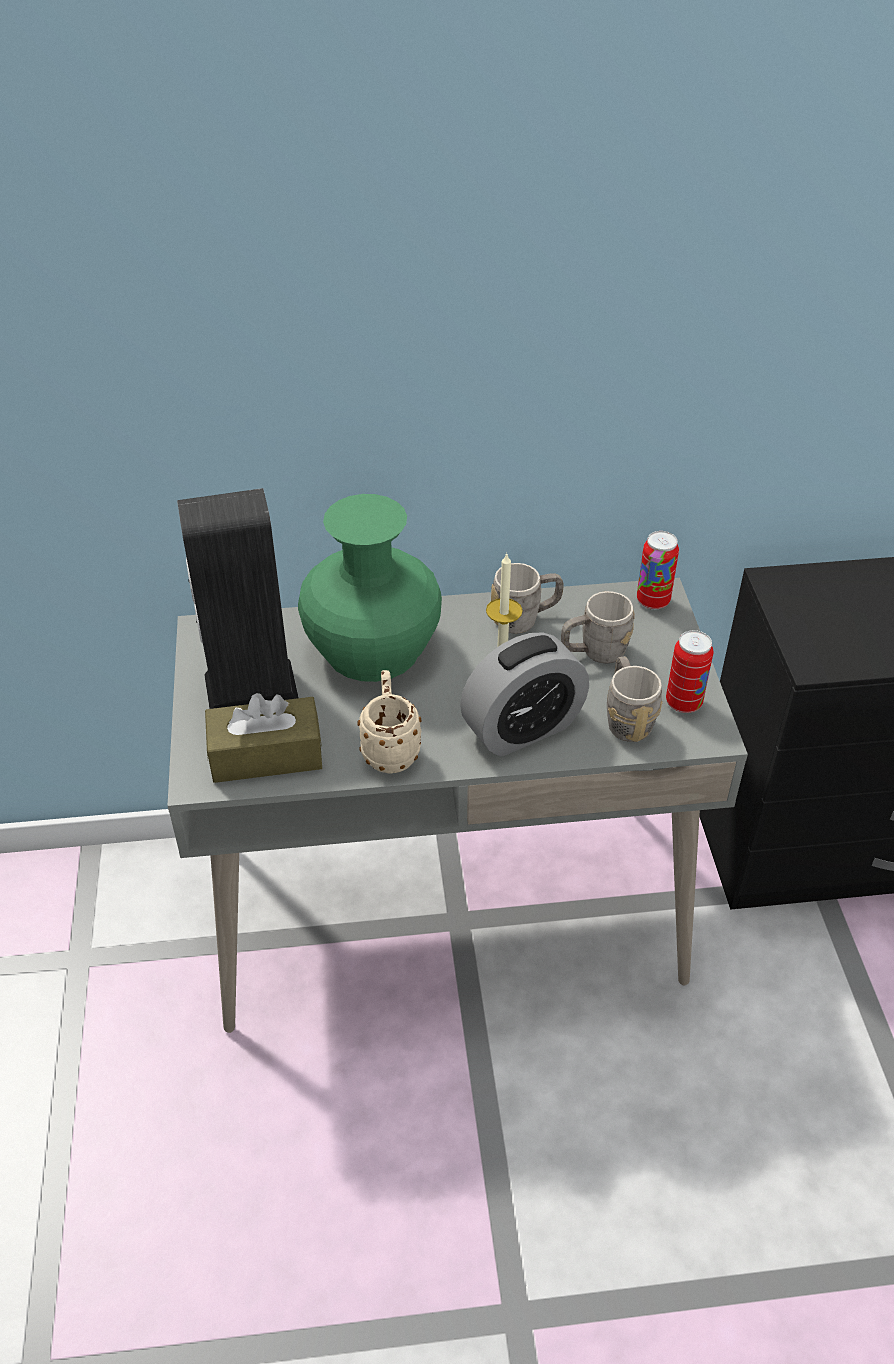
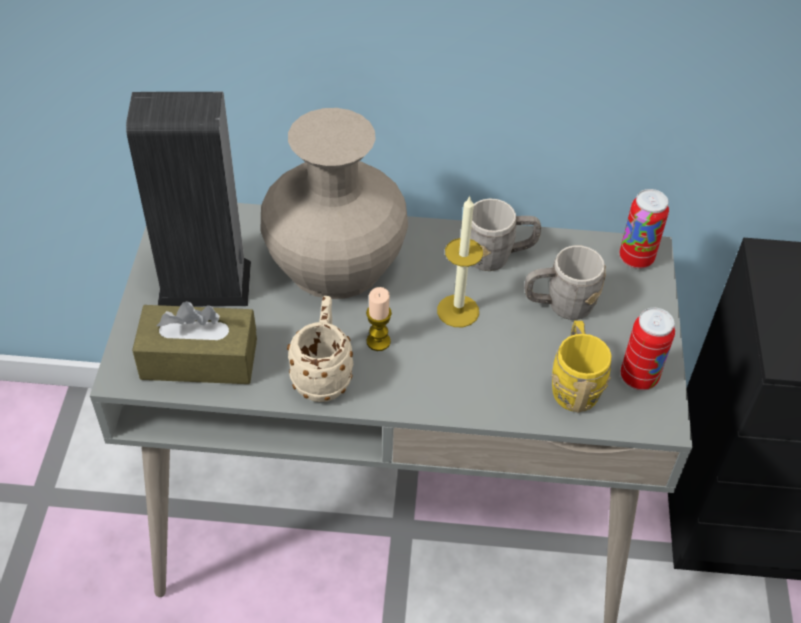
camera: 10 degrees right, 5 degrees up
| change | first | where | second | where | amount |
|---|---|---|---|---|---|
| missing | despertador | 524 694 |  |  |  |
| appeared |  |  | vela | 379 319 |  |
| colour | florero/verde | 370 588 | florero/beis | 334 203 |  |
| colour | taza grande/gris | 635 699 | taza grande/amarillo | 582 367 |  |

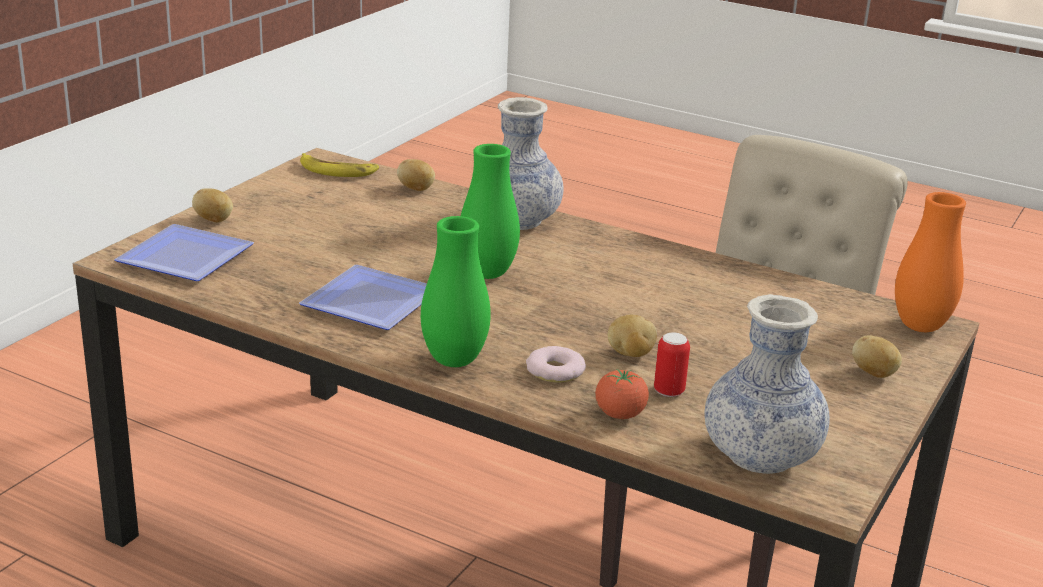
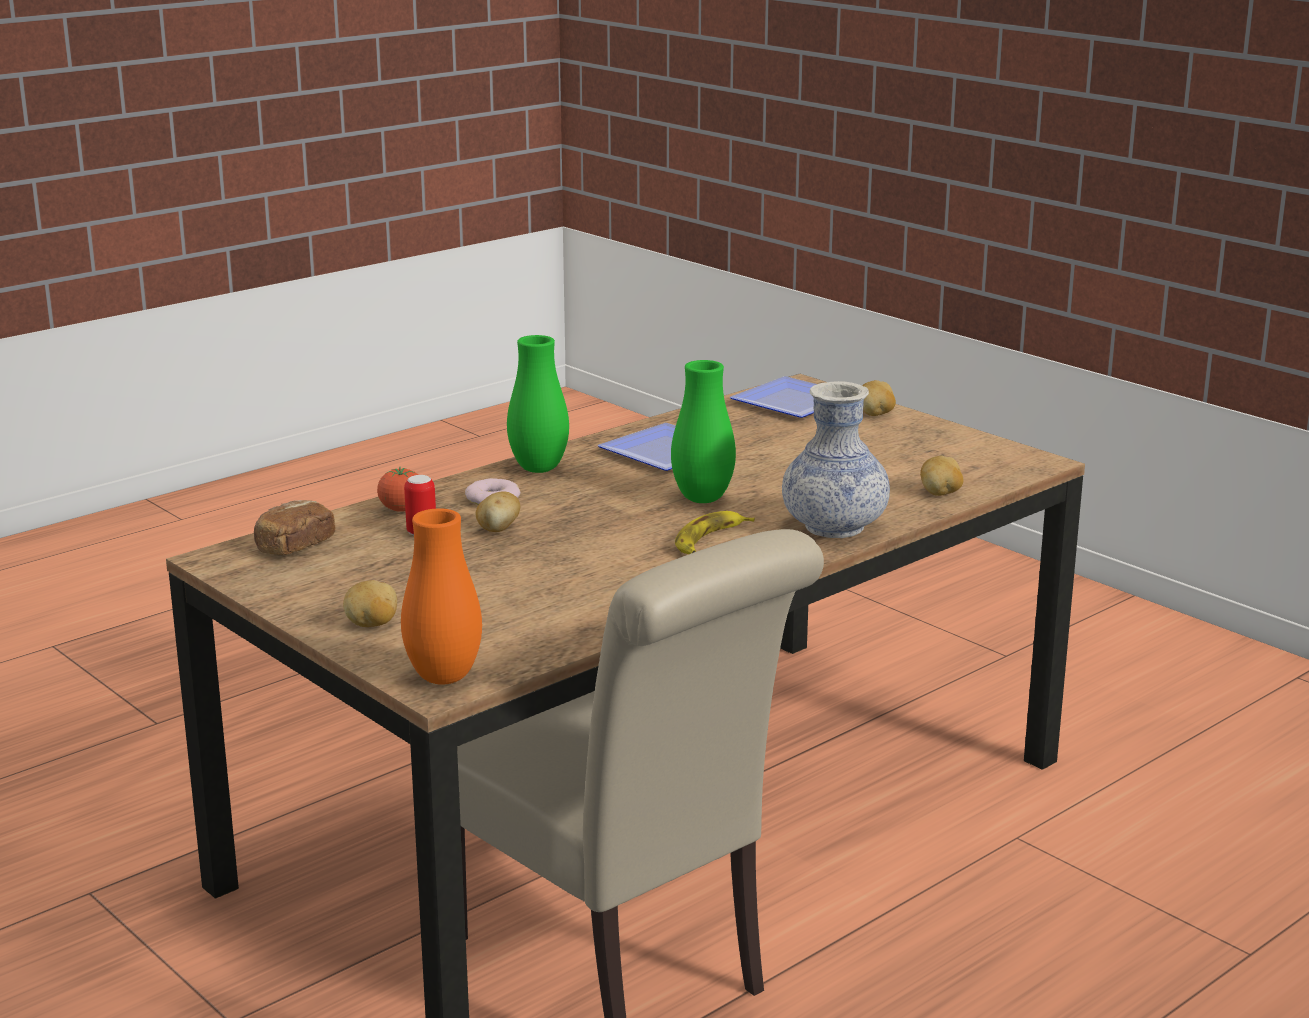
camera: 110 degrees right, 5 degrees down
| change | first | where | second | where | amount |
|---|---|---|---|---|---|
| relocated | plátano | 339 165 |  | 715 532 |  |
| exchanged | florero | 767 384 | pan | 294 527 |  |

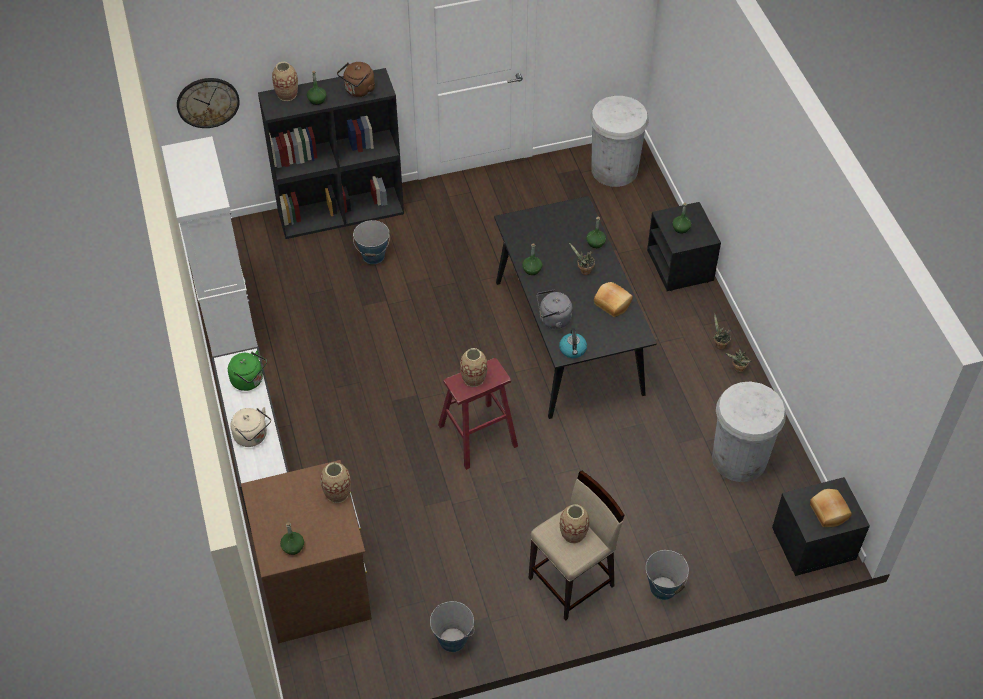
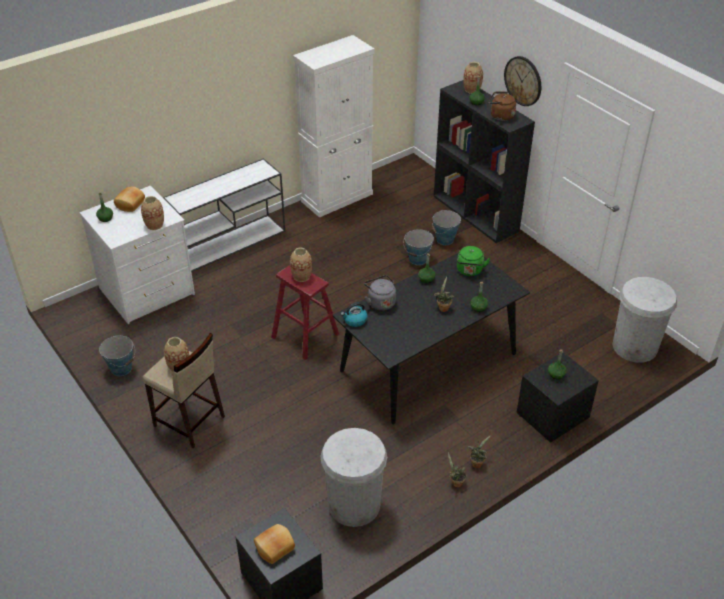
camera: 70 degrees right, 10 degrees down
| change | first | where | second | where | amount |
|---|---|---|---|---|---|
| missing | hervidor/beis | 251 427 |  |  |  |
| relocated | reloj de pared | 208 103 |  | 522 81 |  |
| relocated | hervidor/verde | 247 371 |  | 473 261 |  |
| relocated | pan | 613 299 |  | 129 199 |  |
| relocated | cubo | 667 575 |  | 419 247 |  |
| colour | cómoda/marrón | 306 551 | cómoda/blanco | 137 255 |  |

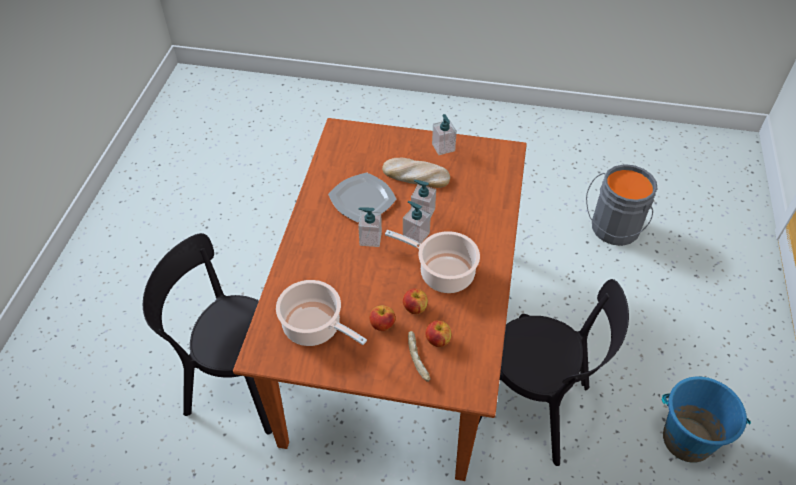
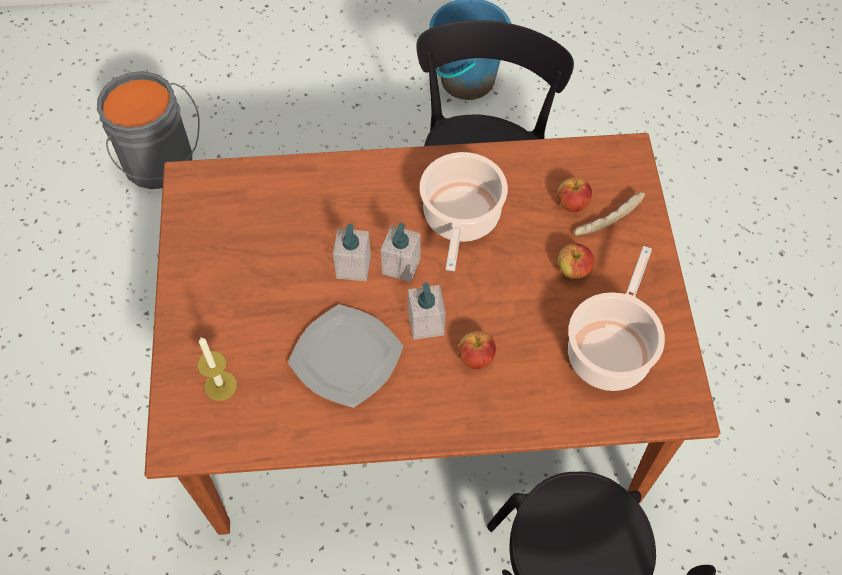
camera: 105 degrees left, 10 degrees up
| change | first | where | second | where | amount |
|---|---|---|---|---|---|
| missing | pan | 416 173 |  |  |  |
| missing | dispensador de jabón | 444 134 |  |  |  |
| appeared |  |  | vela | 217 369 |  |
| relocated | manzana | 415 301 |  | 477 350 |  |

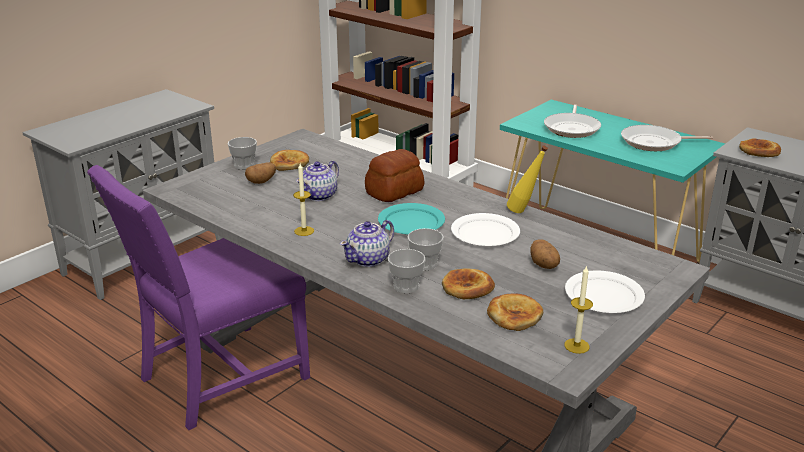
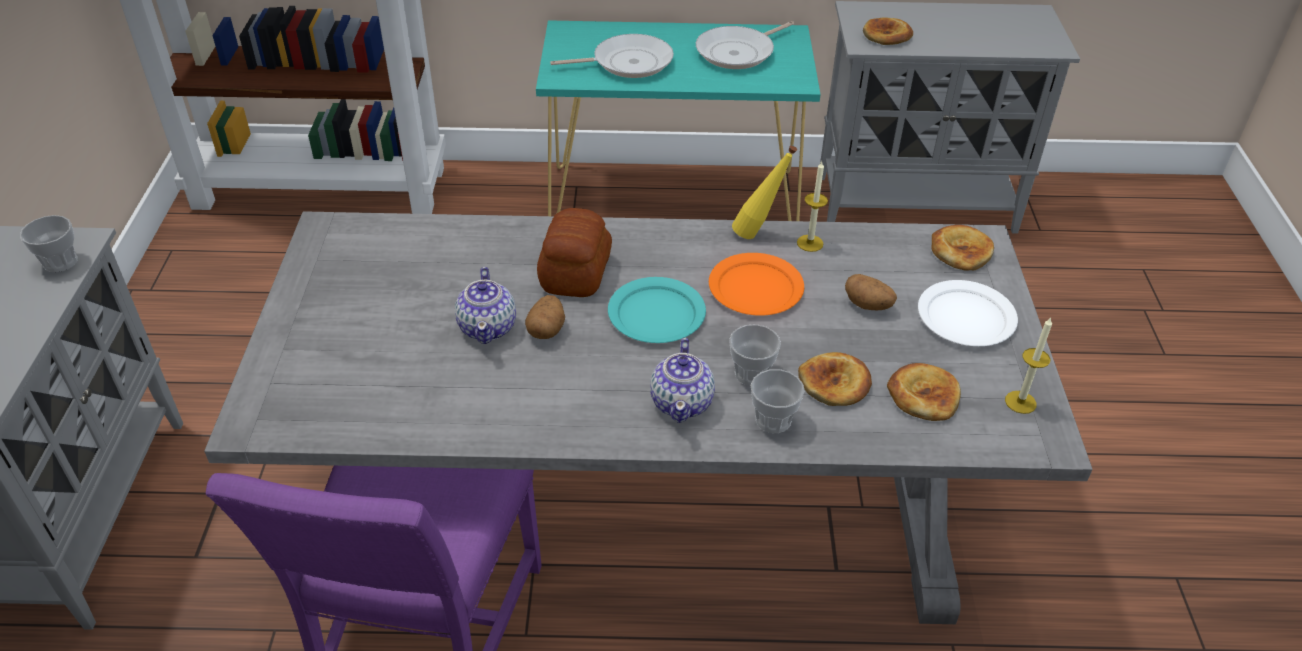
camera: 40 degrees left, 15 degrees up
| change | first | where | second | where | amount |
|---|---|---|---|---|---|
| relocated | taza | 242 153 |  | 49 243 |  |
| relocated | patata | 260 173 |  | 545 317 |  |
| relocated | pan | 289 160 |  | 962 248 |  |
| relocated | vela | 303 199 |  | 812 207 |  |
| colour | plato/blanco | 485 229 | plato/naranja | 756 284 |  |
| spun | sartén | 572 121 |  | 612 56 | 75 degrees counterclockwise |

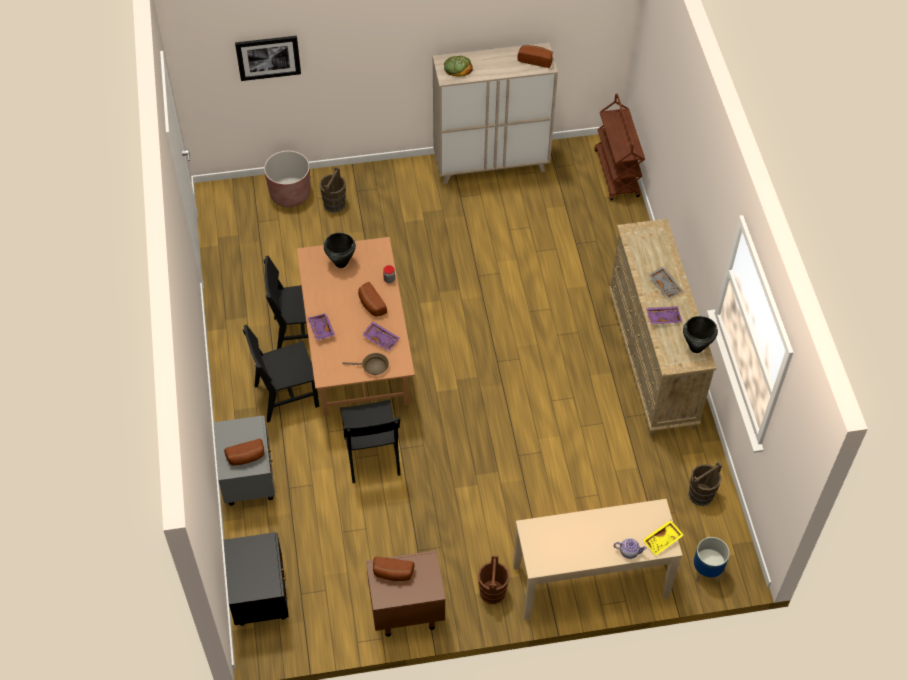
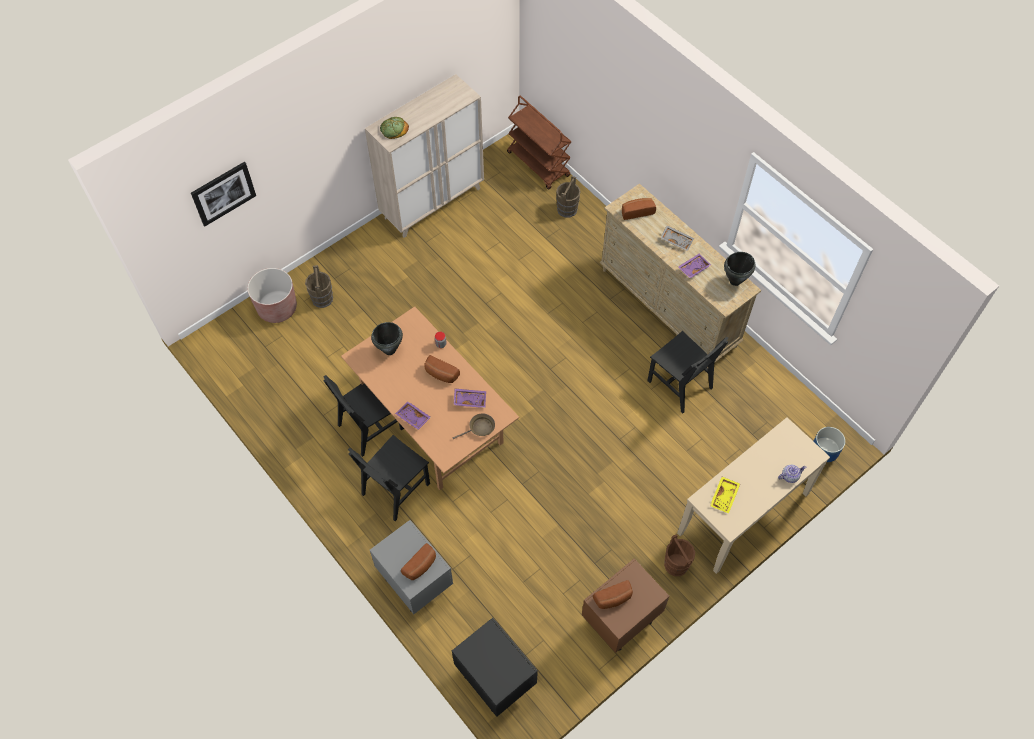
camera: 30 degrees left, 5 degrees up
| change | first | where | second | where | amount |
|---|---|---|---|---|---|
| relocated | silla/negro | 370 441 |  | 687 372 |  |
| relocated | pan | 535 56 |  | 639 209 |  |
| relocated | bandeja/amarillo | 663 538 |  | 725 495 |  |
| relocated | cubo/marrón | 705 484 |  | 568 197 |  |

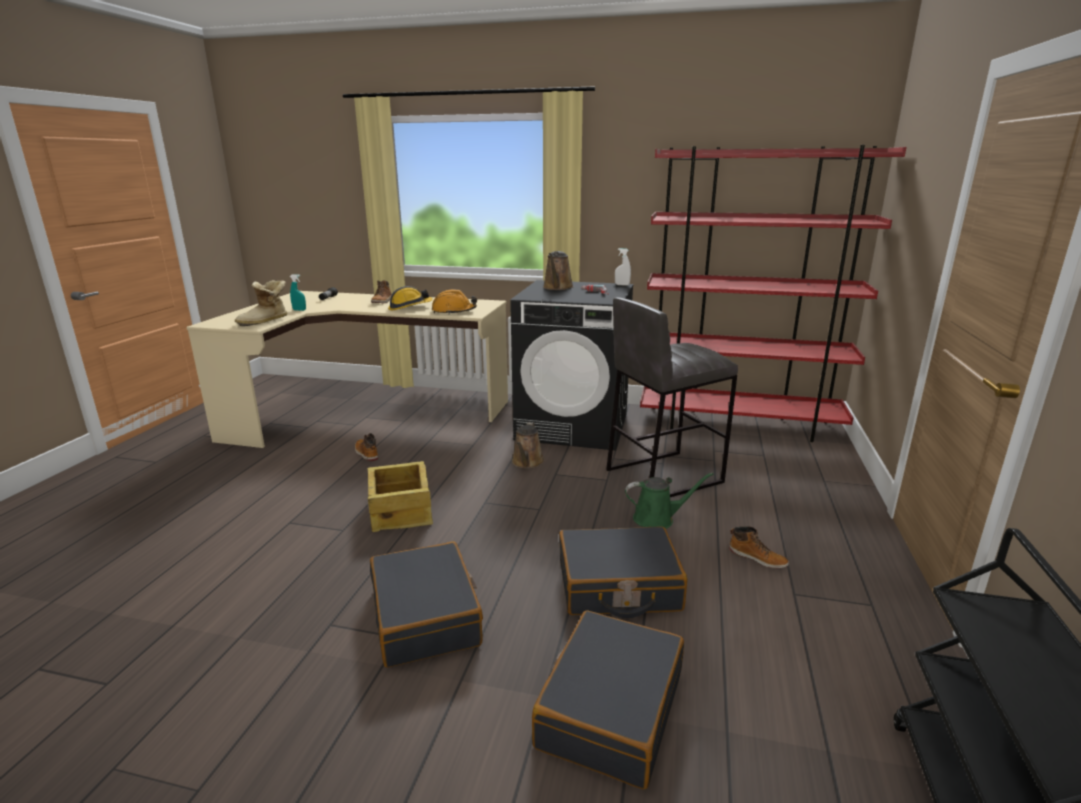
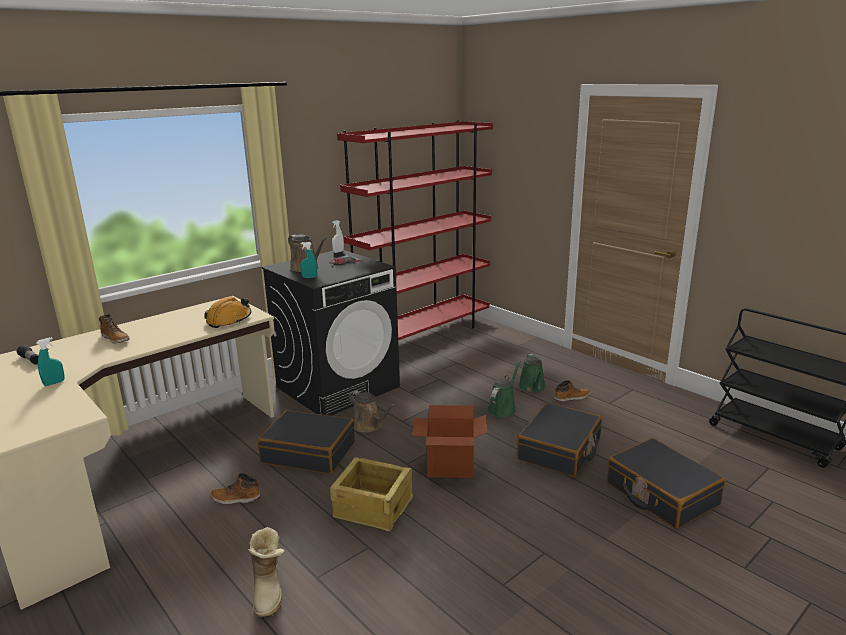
camera: 55 degrees left, 0 degrees up
| change | first | where | second | where | amount |
|---|---|---|---|---|---|
| missing | casco | 410 298 |  |  |  |
| missing | taburete/gris | 672 397 |  |  |  |
| appeared |  |  | pulverizador/turquesa | 308 260 |  |
| appeared |  |  | caja de cartón | 450 441 |  |
| appeared |  |  | regadera/verde | 532 373 |  |
| relocated | bota | 261 303 |  | 266 572 |  |
| relocated | maleta/negro | 426 604 |  | 306 442 |  |

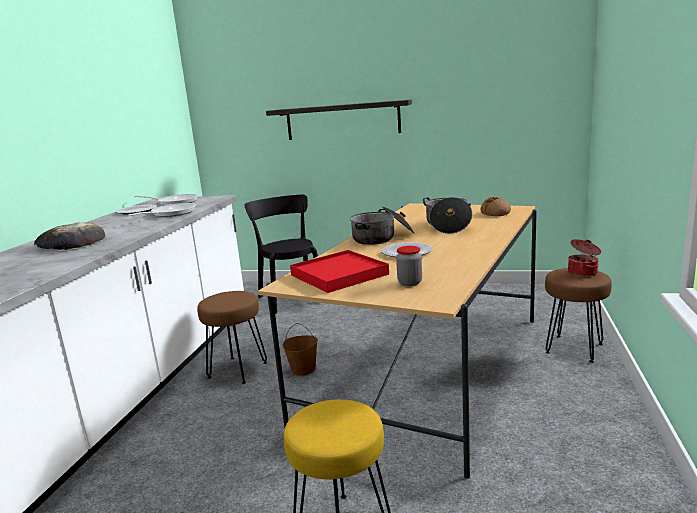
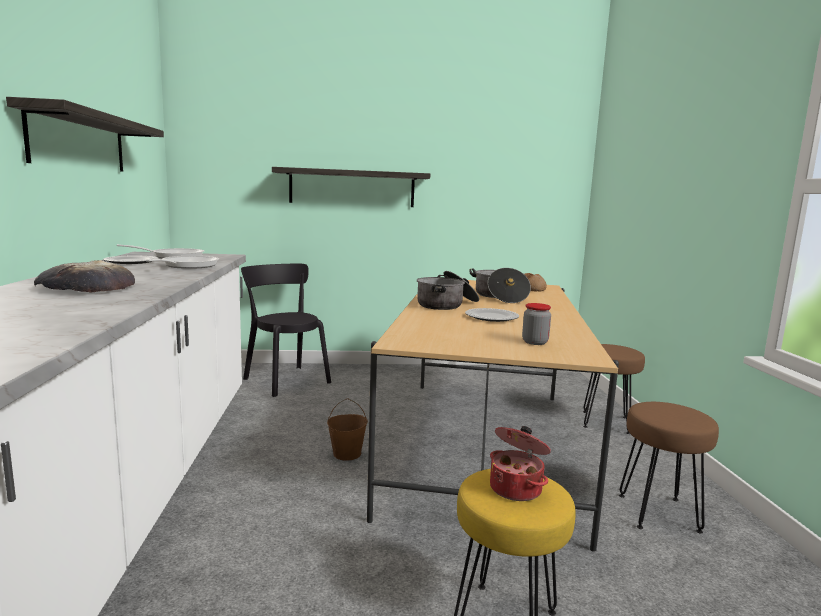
camera: 20 degrees left, 5 degrees down
| change | first | where | second | where | amount |
|---|---|---|---|---|---|
| missing | bandeja/rojo | 339 271 |  |  |  |
| appeared |  |  | estante | 85 134 |  |
| relocated | taburete/marrón | 232 337 |  | 669 468 |  |
| relocated | olla | 584 258 |  | 520 463 |  |

